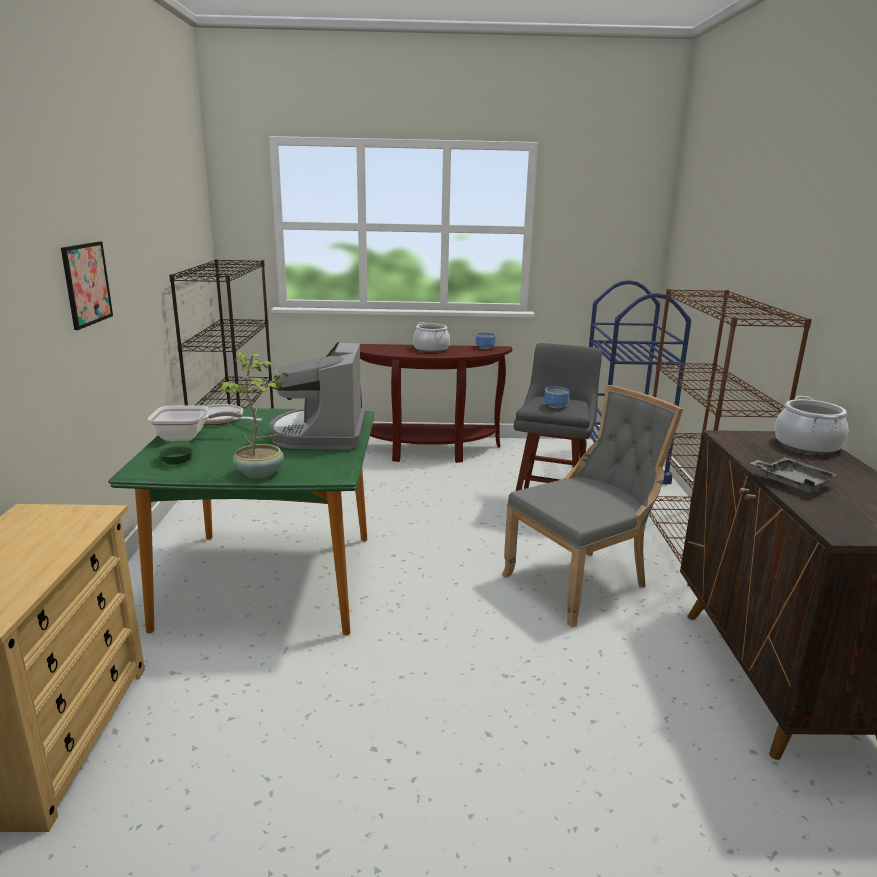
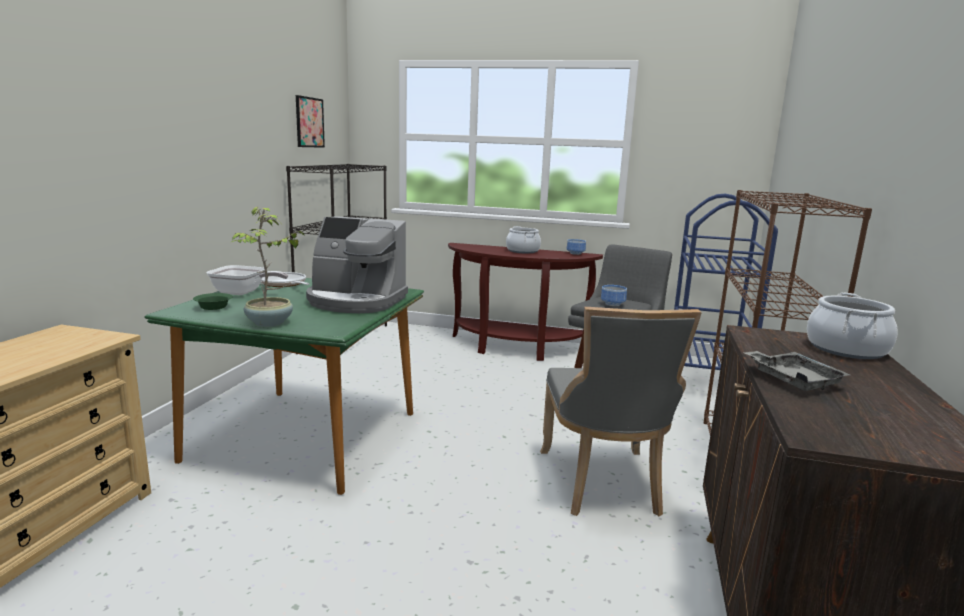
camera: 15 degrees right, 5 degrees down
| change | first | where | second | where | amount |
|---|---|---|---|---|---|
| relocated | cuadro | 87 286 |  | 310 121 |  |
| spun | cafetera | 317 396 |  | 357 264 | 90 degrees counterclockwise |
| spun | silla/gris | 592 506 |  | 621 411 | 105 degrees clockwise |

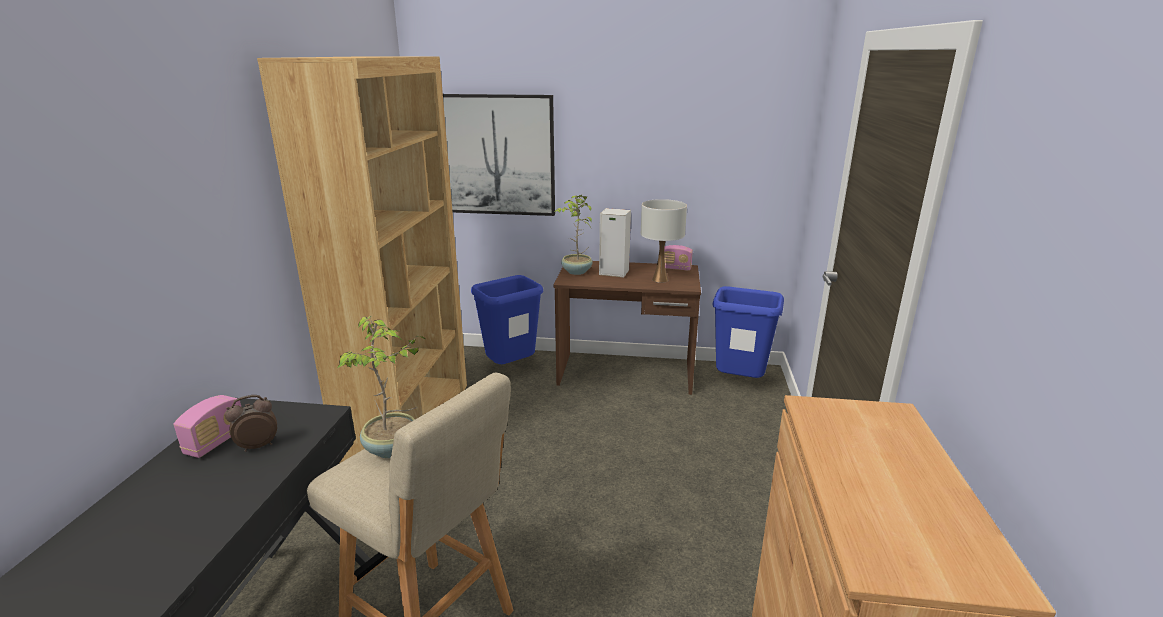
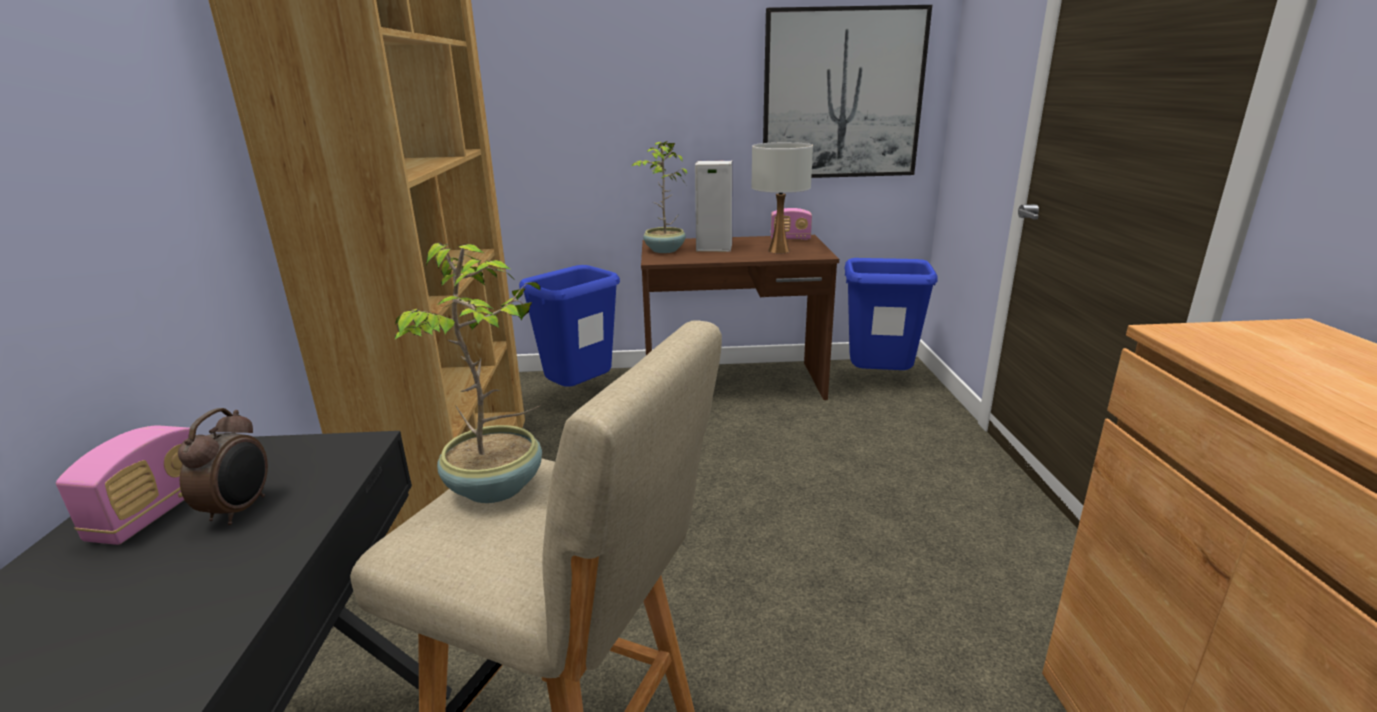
camera: 10 degrees left, 0 degrees up
| change | first | where | second | where | amount |
|---|---|---|---|---|---|
| relocated | cuadro | 499 155 |  | 847 91 |  |
| spun | despertador | 251 423 |  | 223 466 | 135 degrees clockwise |

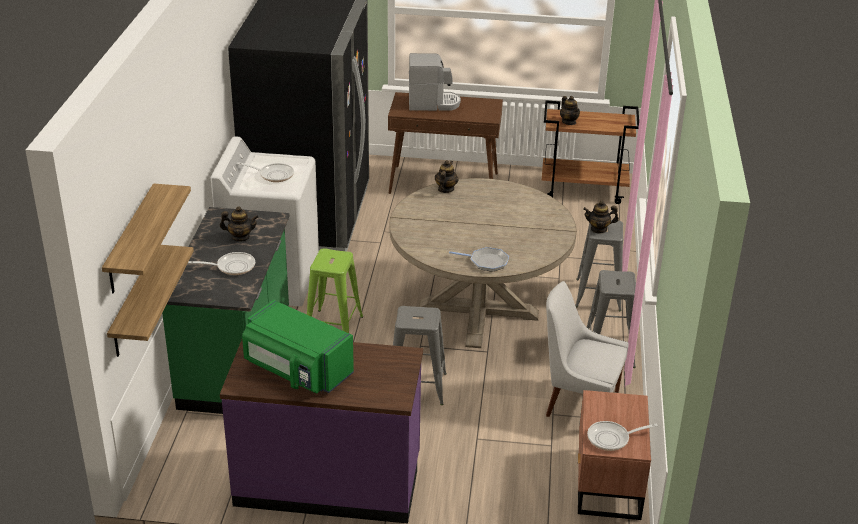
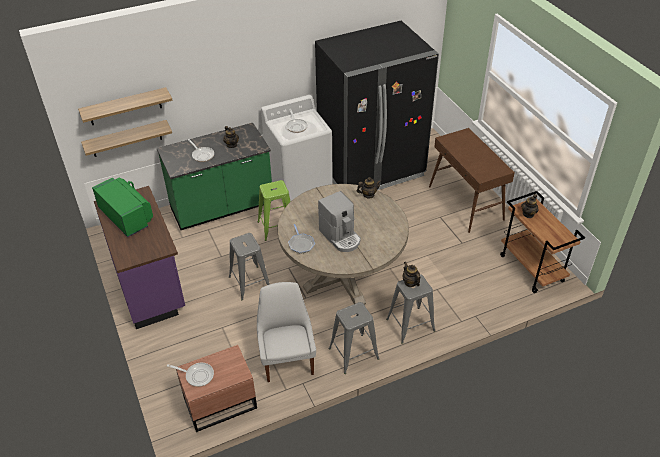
camera: 60 degrees right, 10 degrees up
| change | first | where | second | where | amount |
|---|---|---|---|---|---|
| relocated | cafetera | 435 82 |  | 339 221 |  |
| spun | microondas/verde | 298 347 |  | 122 207 | 135 degrees clockwise |
| spun | sartén | 622 436 |  | 190 375 | 150 degrees clockwise |

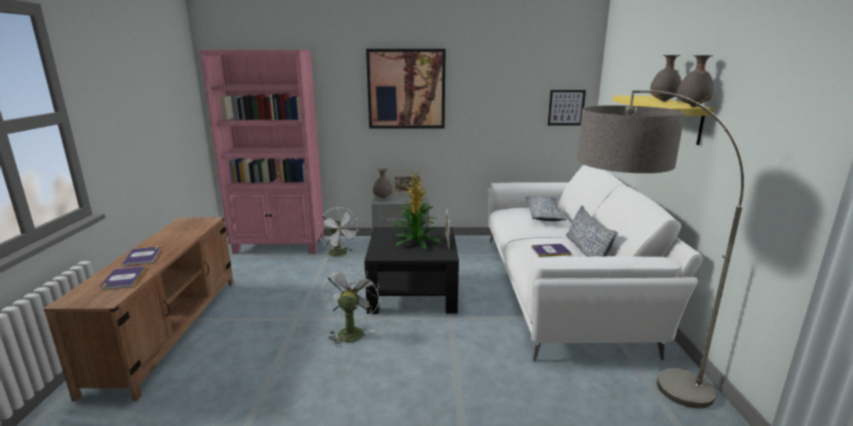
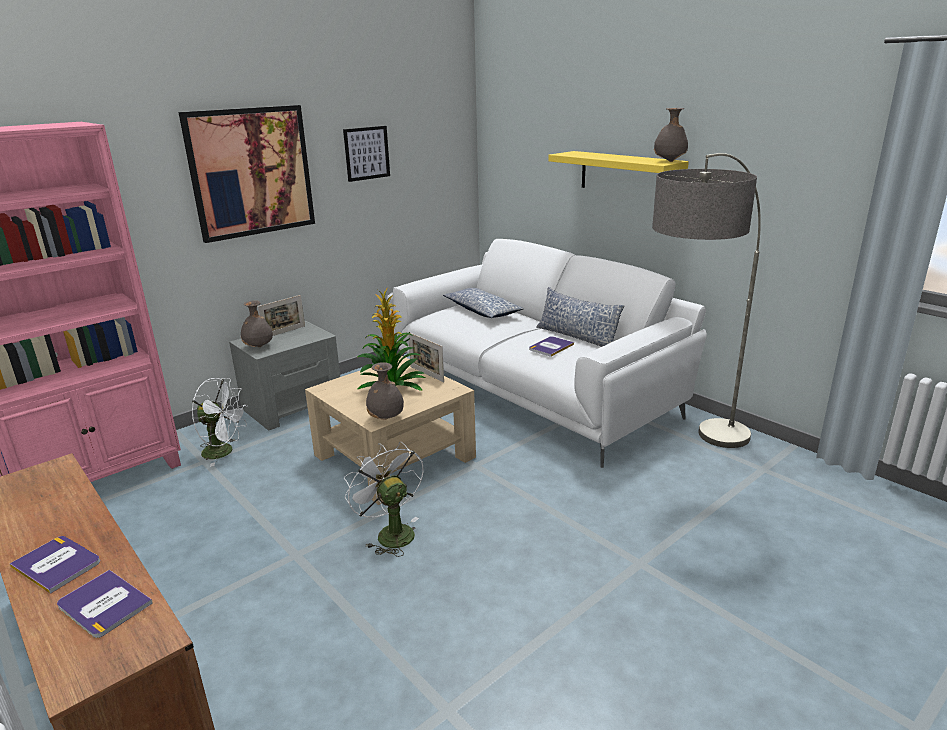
camera: 40 degrees left, 5 degrees up
| change | first | where | second | where | amount |
|---|---|---|---|---|---|
| relocated | cuadro | 567 107 |  | 366 154 |  |
| relocated | florero/gris | 666 78 |  | 385 391 |  |
| colour | mesa de centro/negro | 411 270 | mesa de centro/beis | 390 430 |  |

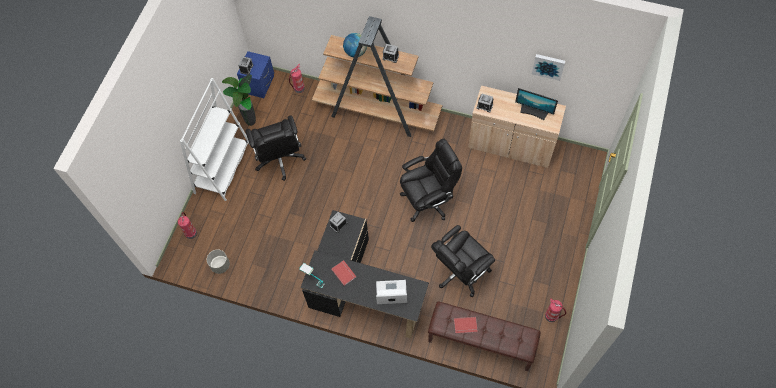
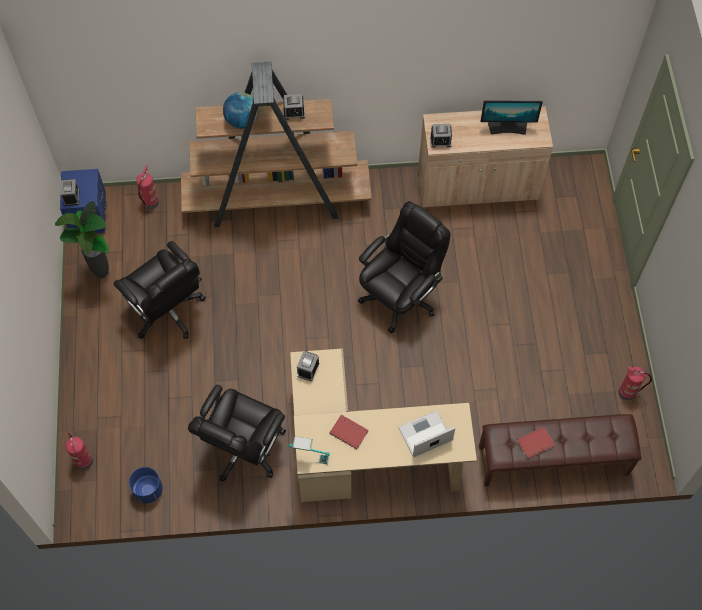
camera: 25 degrees left, 0 degrees up
| change | first | where | second | where | amount |
|---|---|---|---|---|---|
| missing | estantería/blanco | 215 139 |  |  |  |
| missing | cuadro | 548 67 |  |  |  |
| relocated | silla de oficina/negro | 463 261 |  | 237 433 |  |
| colour | maceta/gris | 218 261 | maceta/azul | 146 485 |  |
| colour | escritorio/negro | 365 274 | escritorio/beis | 383 425 |  |

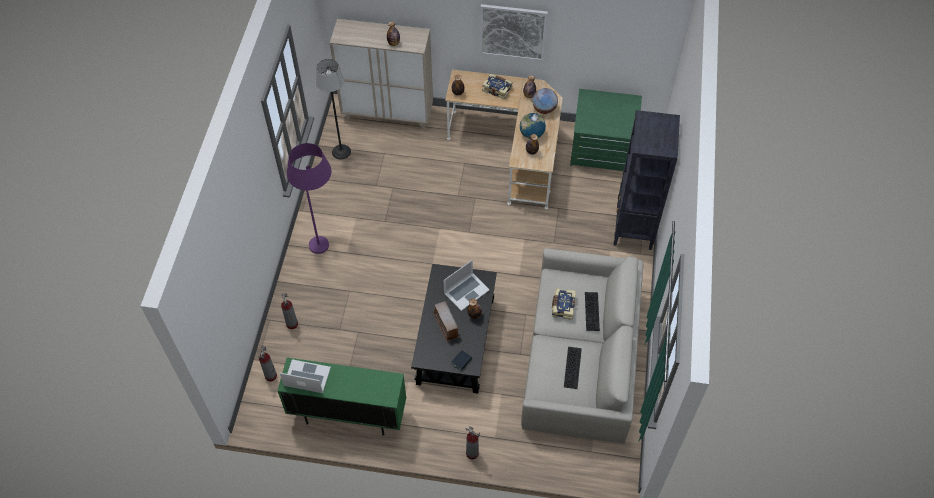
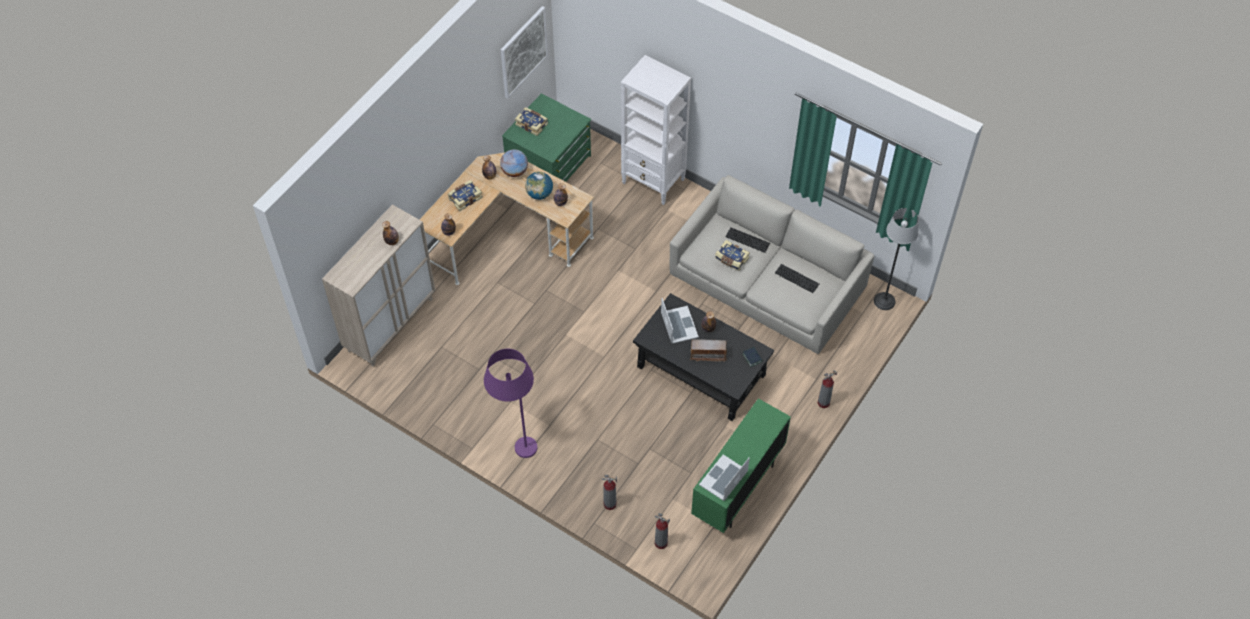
camera: 65 degrees left, 0 degrees up
| change | first | where | second | where | amount |
|---|---|---|---|---|---|
| appeared |  |  | libro | 531 121 |  |
| relocated | lámpara de pie | 333 109 |  | 896 259 |  |
| relocated | cuadro | 514 32 |  | 524 52 |  |
| colour | estantería/negro | 647 180 | estantería/blanco | 656 130 |  |

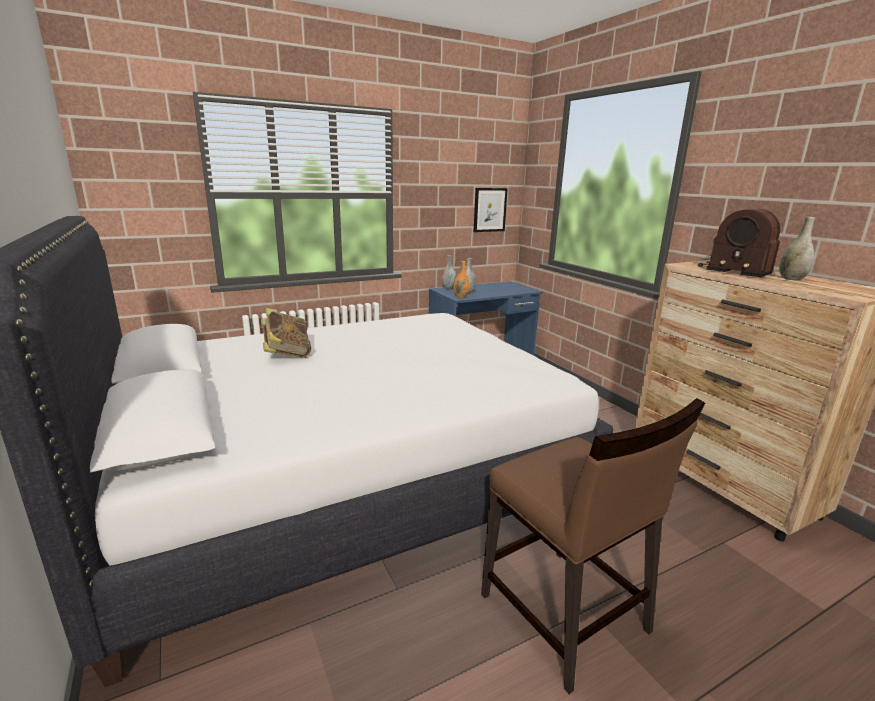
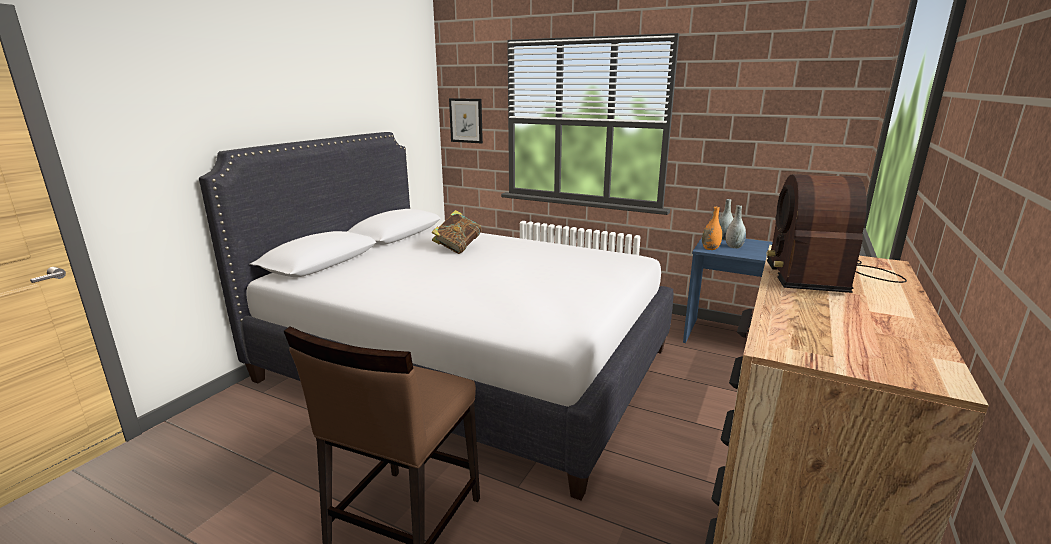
camera: 55 degrees right, 0 degrees up
| change | first | where | second | where | amount |
|---|---|---|---|---|---|
| missing | florero/gris | 797 248 |  |  |  |
| relocated | cuadro | 491 210 |  | 466 120 |  |

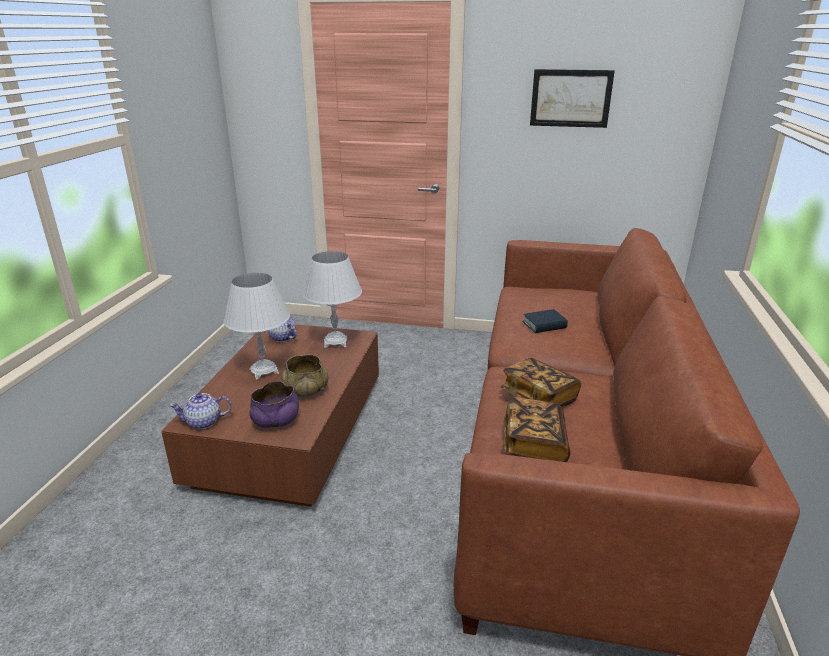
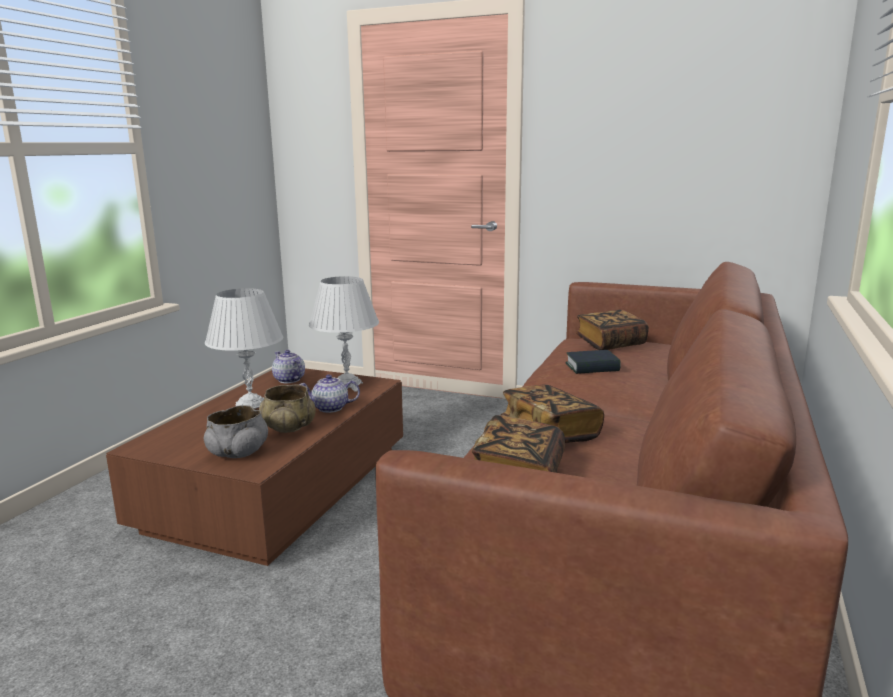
camera: 10 degrees right, 10 degrees down
| change | first | where | second | where | amount |
|---|---|---|---|---|---|
| missing | cuadro | 572 98 |  |  |  |
| appeared |  |  | libro | 612 330 |  |
| relocated | tetera | 200 411 |  | 329 394 |  |
| colour | cuenco/morado | 274 404 | cuenco/gris | 236 431 |  |

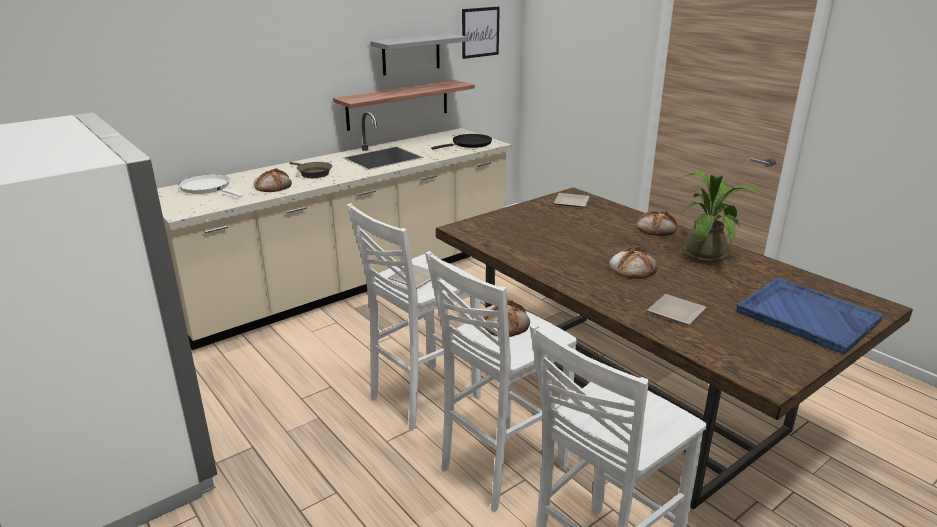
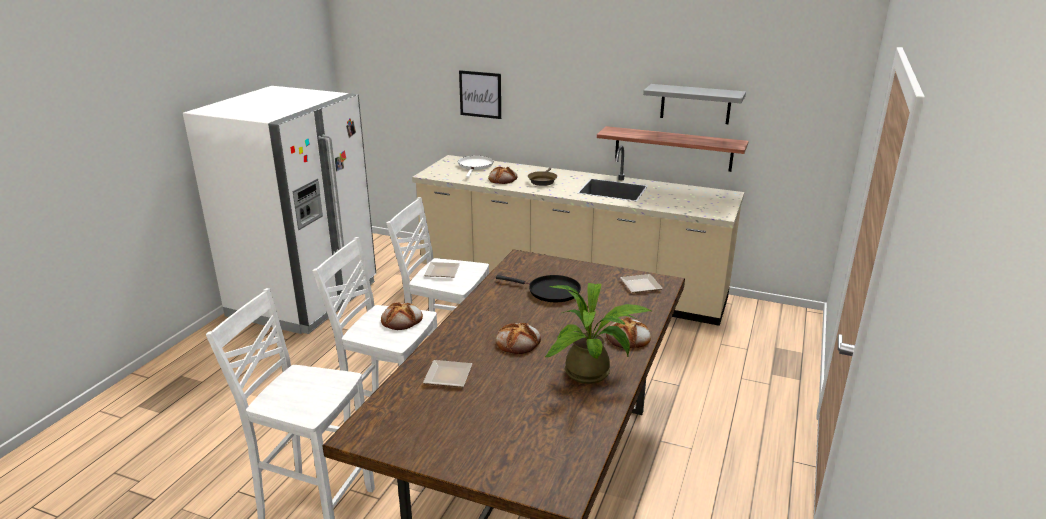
camera: 60 degrees right, 0 degrees up
| change | first | where | second | where | amount |
|---|---|---|---|---|---|
| missing | bandeja/azul | 809 316 |  |  |  |
| relocated | sartén/negro | 461 142 |  | 538 288 |  |
| relocated | cuadro | 481 33 |  | 480 94 |  |

